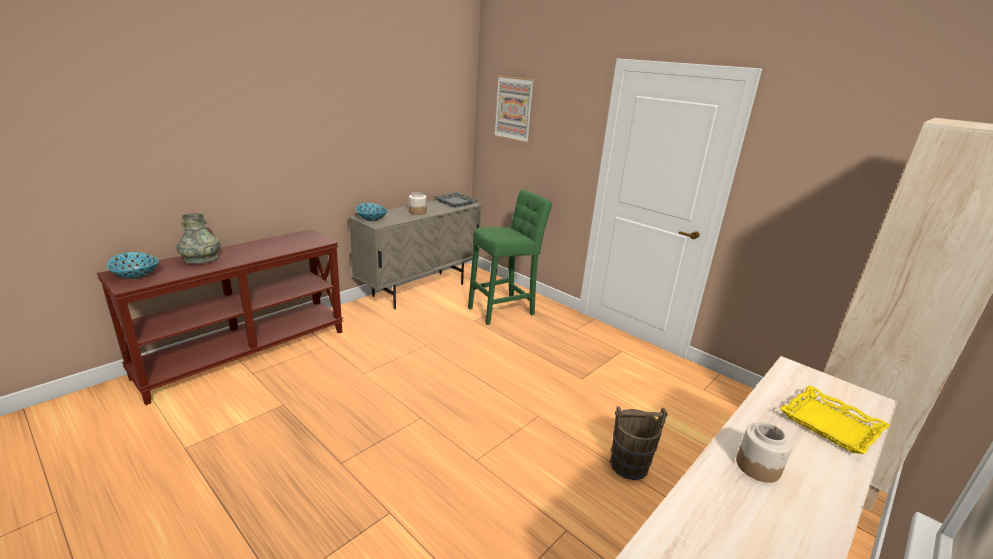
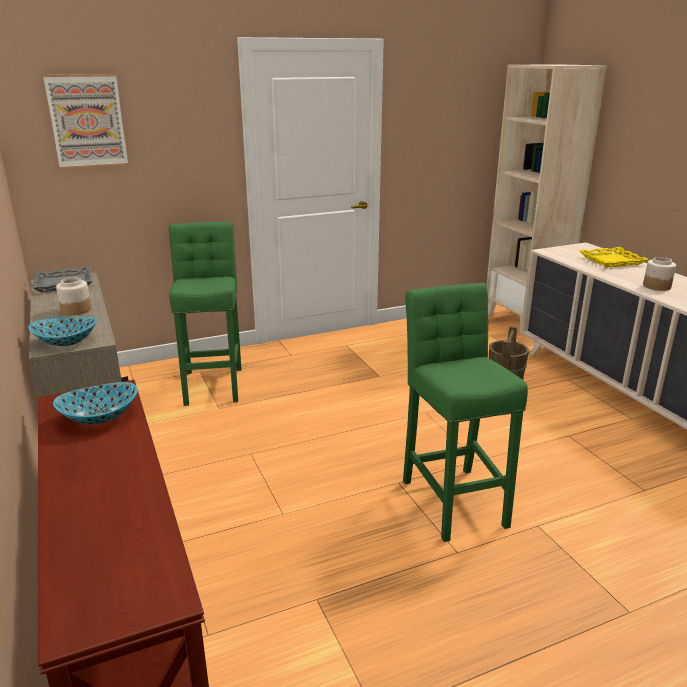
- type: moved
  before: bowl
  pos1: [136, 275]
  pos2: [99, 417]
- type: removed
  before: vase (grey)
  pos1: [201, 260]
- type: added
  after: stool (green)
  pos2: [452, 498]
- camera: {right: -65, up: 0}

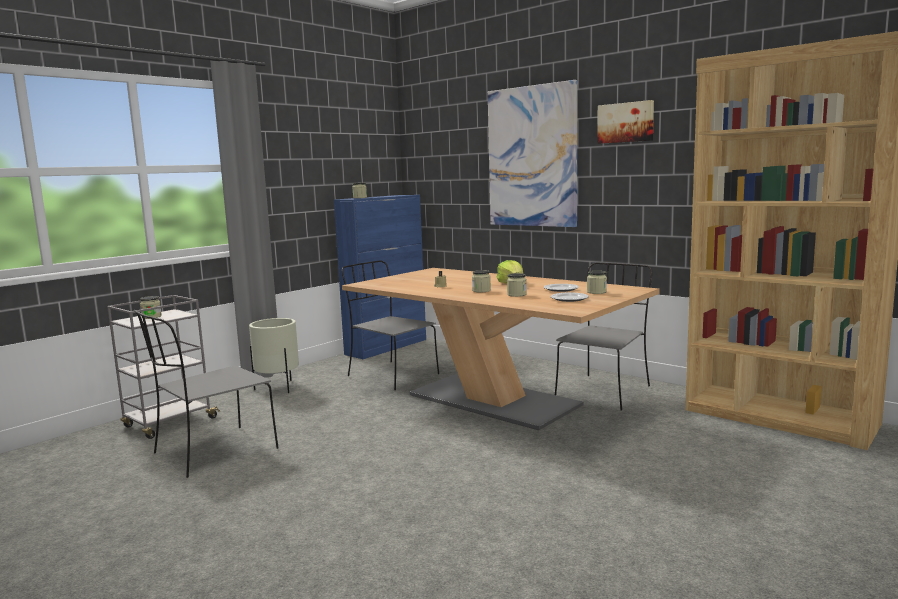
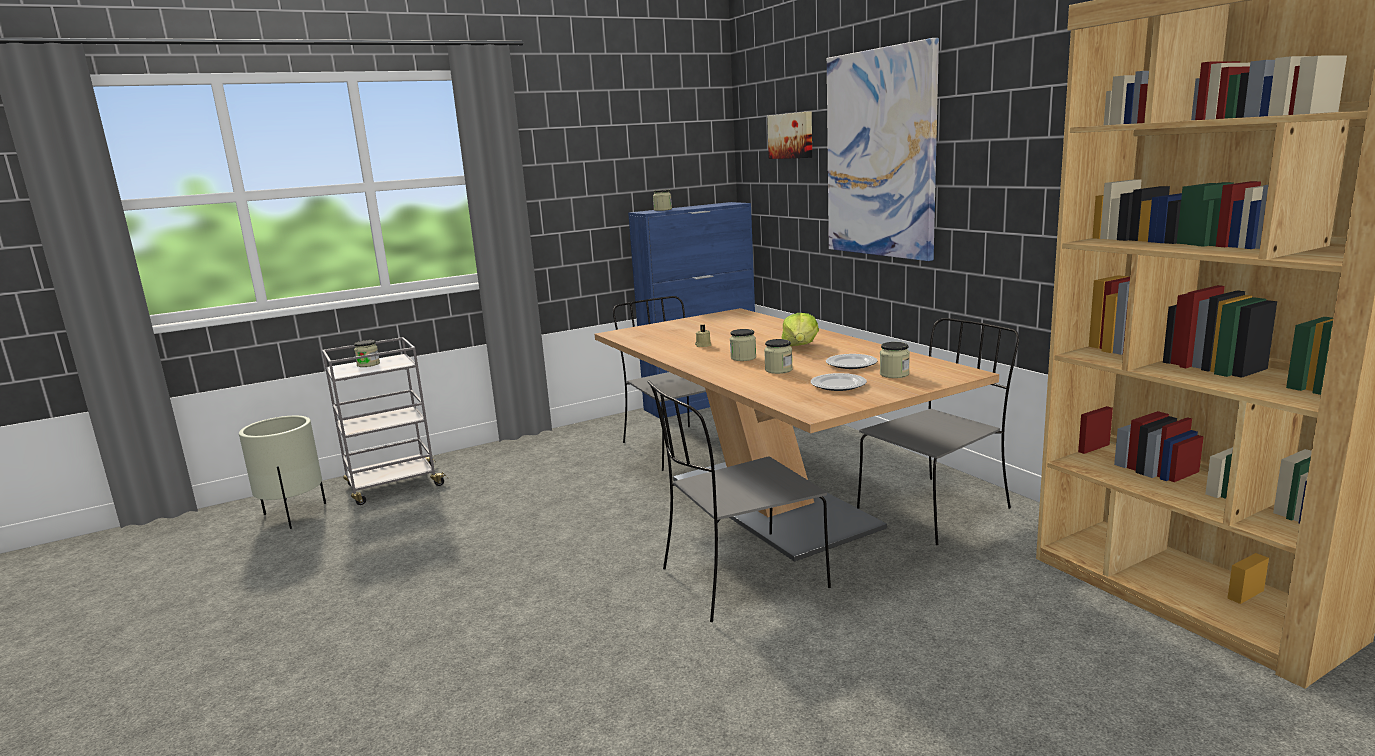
- type: moved
  before: chair (grey)
  pos1: [213, 452]
  pos2: [740, 579]
- type: moved
  before: planter (beige)
  pos1: [278, 387]
  pos2: [294, 515]
- type: moved
  before: picture
  pos1: [626, 122]
  pos2: [791, 135]
- camera: {right: 20, up: 5}

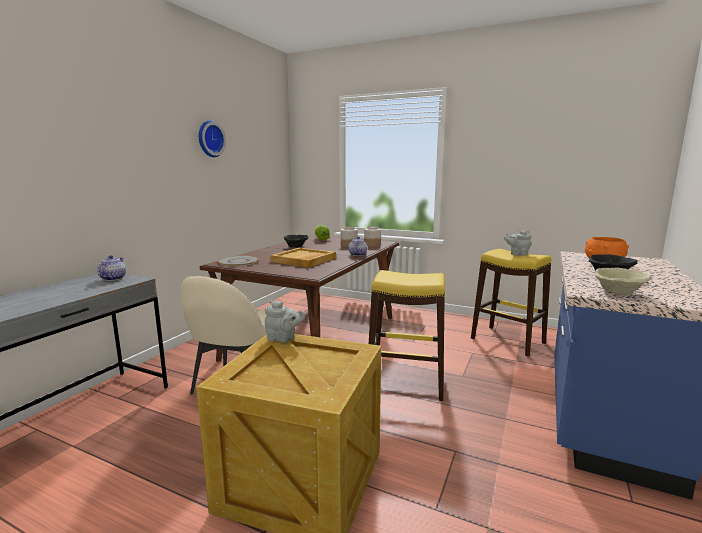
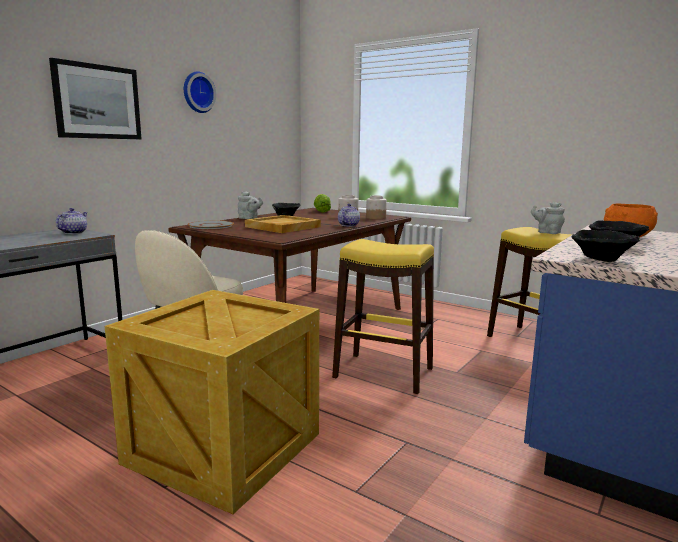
- type: moved
  before: teapot (grey)
  pos1: [283, 339]
  pos2: [249, 218]
- type: recoloured
  before: bowl (beige)
  after: bowl (black)
  pos1: [619, 293]
  pos2: [601, 260]
- type: added
  after: picture
  pos2: [97, 102]
- camera: {right: 10, up: 0}

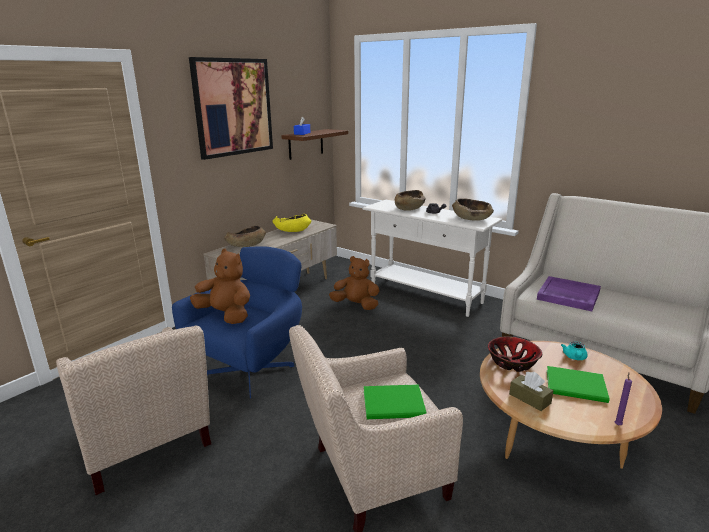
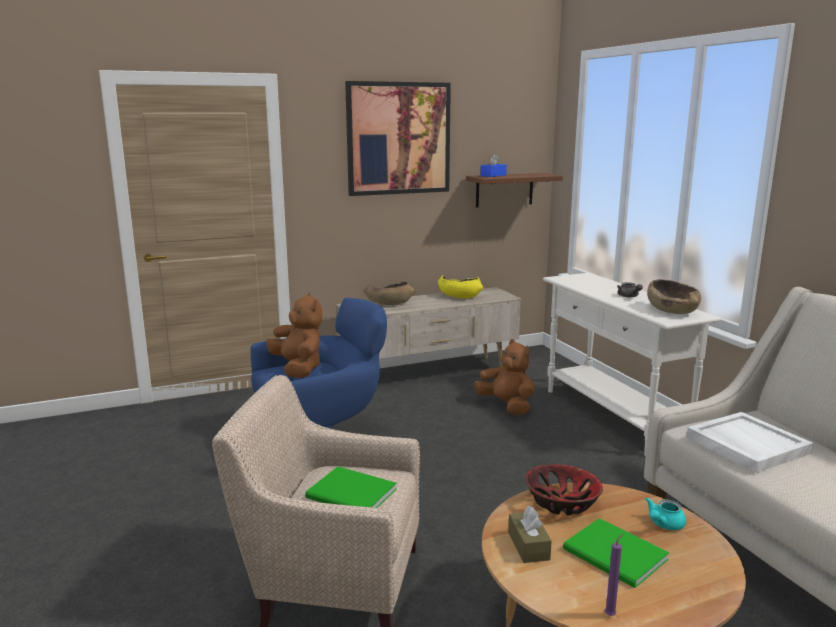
- type: removed
  before: armchair (beige)
  pos1: [145, 447]
- type: removed
  before: bowl (brown)
  pos1: [409, 208]
- type: recoloured
  before: tray (purple)
  after: tray (white)
  pos1: [567, 296]
  pos2: [746, 445]
- camera: {right: 30, up: -5}

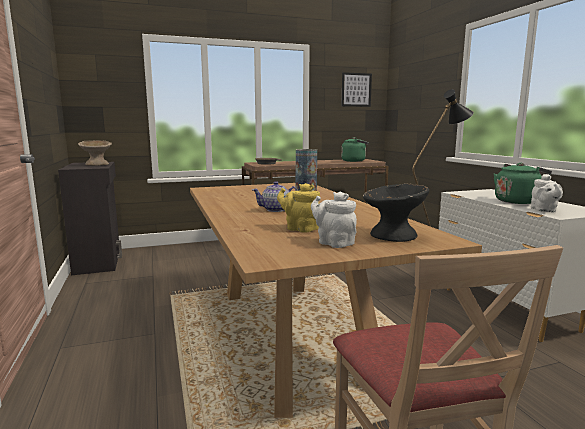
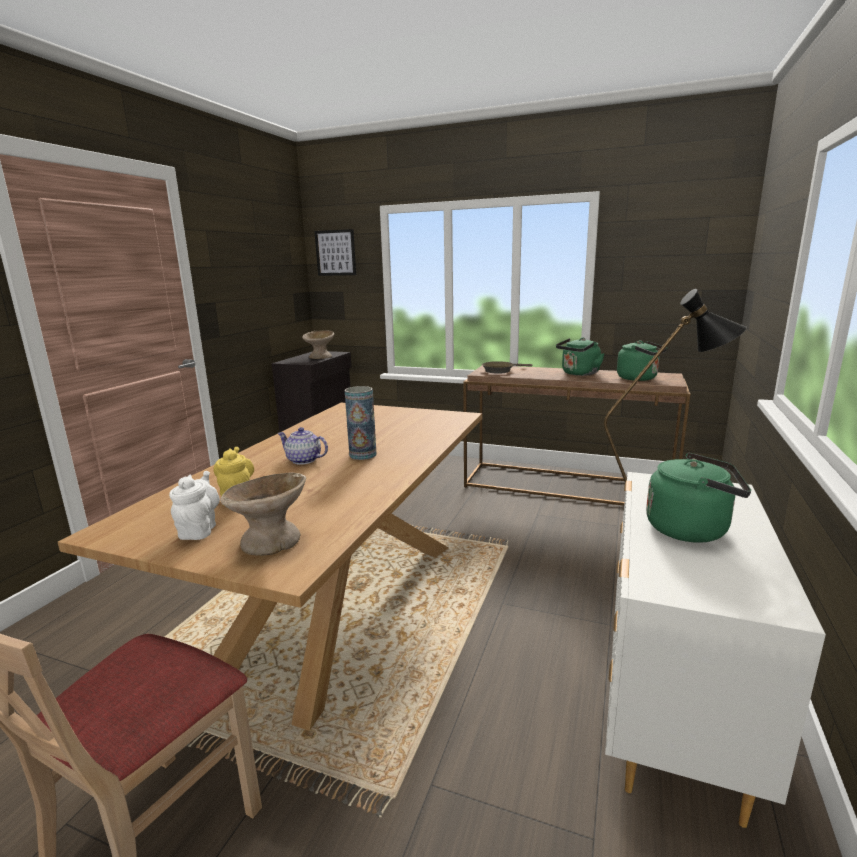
- type: moved
  before: picture
  pos1: [356, 90]
  pos2: [335, 253]
- type: recoloured
  before: bowl (black)
  after: bowl (beige)
  pos1: [393, 235]
  pos2: [270, 541]
- type: removed
  before: teapot (white)
  pos1: [544, 210]
- type: added
  after: kettle (green)
  pos2: [578, 374]
- camera: {right: 40, up: 5}

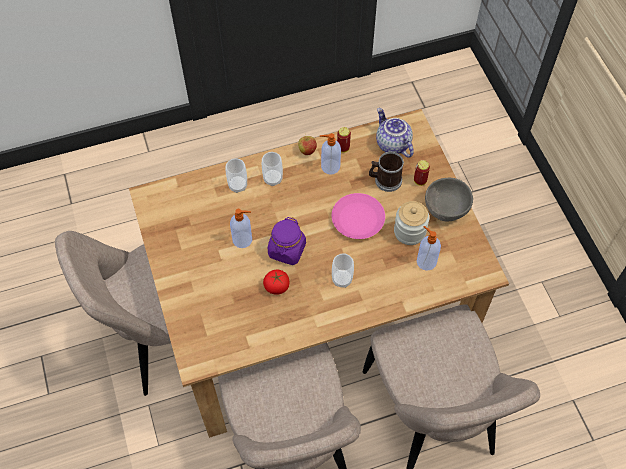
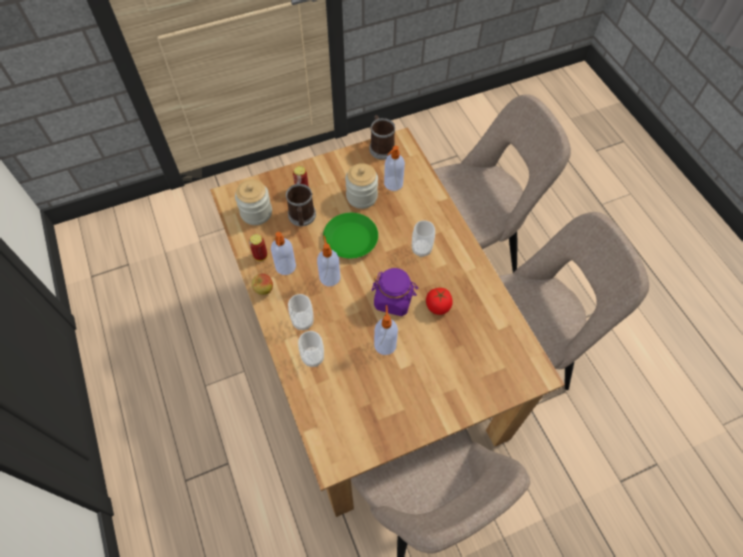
- type: recoloured
  before: plate (pink)
  after: plate (green)
  pos1: [358, 219]
  pos2: [350, 238]
- type: replaced
  before: teapot
  after: jar
  pos1: [392, 144]
  pos2: [256, 213]
- type: removed
  before: bowl (grey)
  pos1: [445, 209]
- type: added
  after: soap dispenser
  pos2: [329, 277]
- type: added
  after: mug
  pos2: [381, 147]
- camera: {right: -95, up: 0}

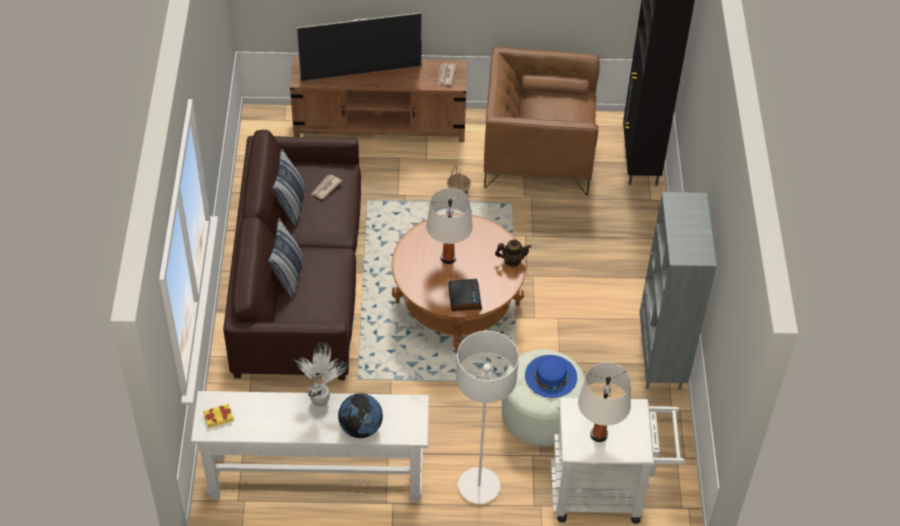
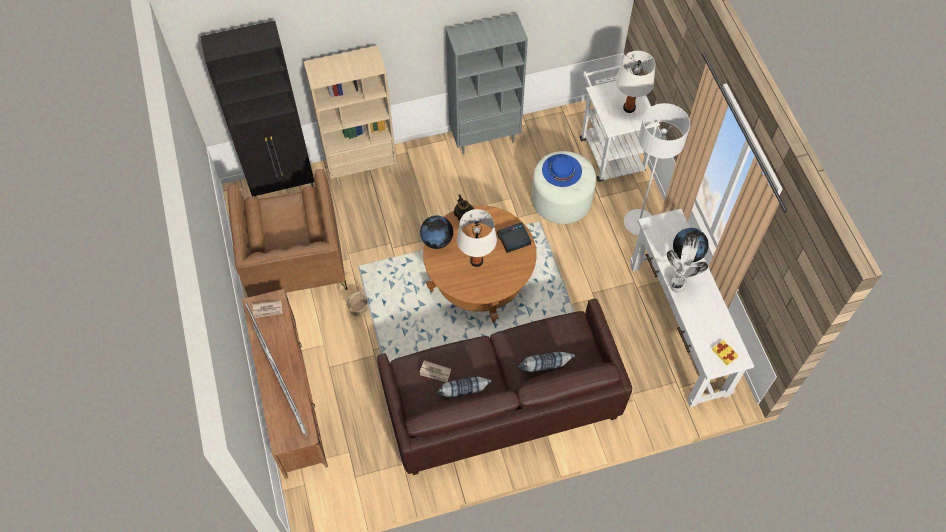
- type: added
  after: bookcase (beige)
  pos2: [362, 167]
- type: added
  after: globe
  pos2: [437, 240]
- camera: {right: -105, up: 10}

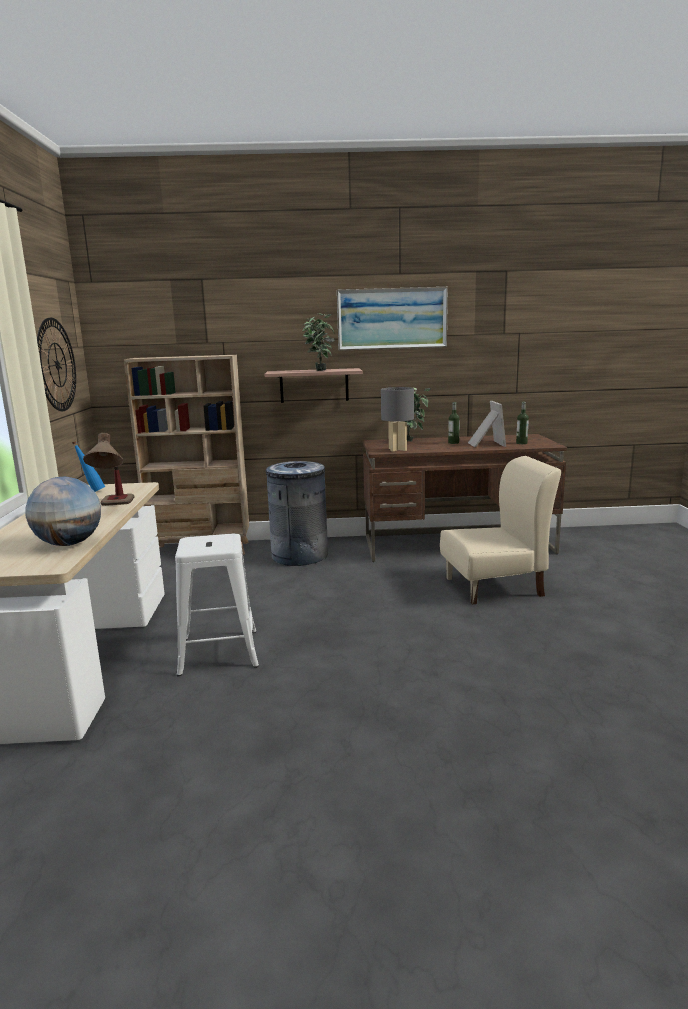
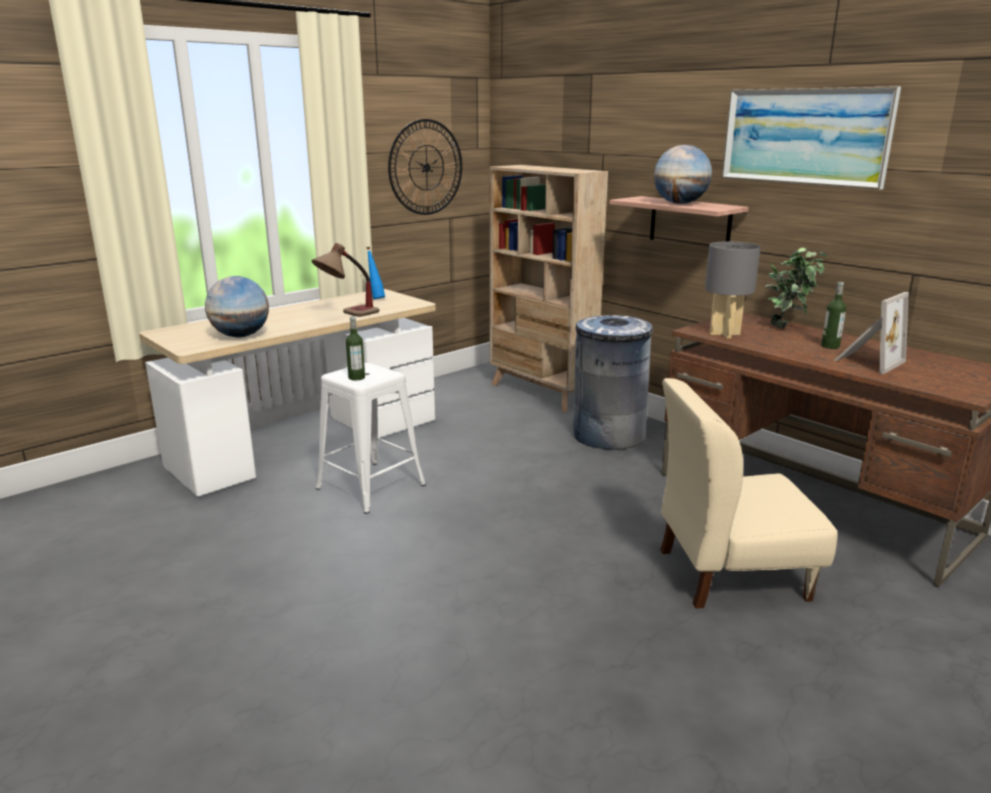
- type: replaced
  before: potted plant
  after: globe
  pos1: [319, 370]
  pos2: [680, 203]
- type: turned
  before: chair (beige)
  pos1: [494, 587]
  pos2: [730, 573]
  turn: 135
- type: moved
  before: bottle
  pos1: [521, 443]
  pos2: [356, 377]
- camera: {right: 50, up: 5}

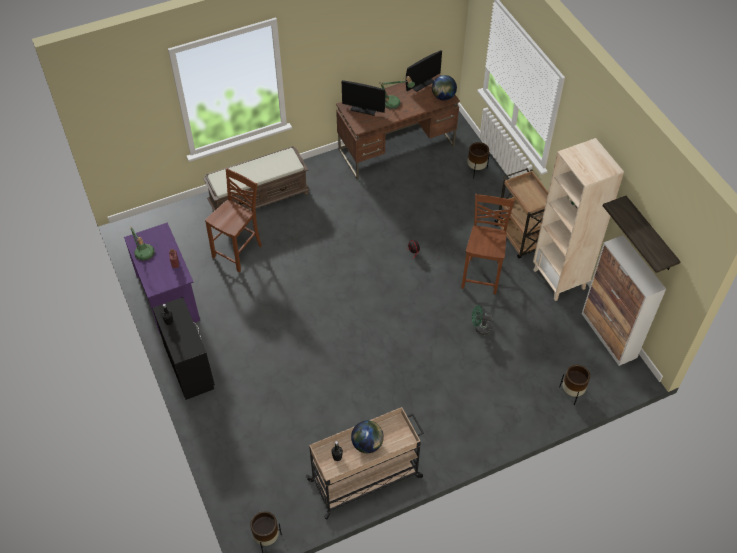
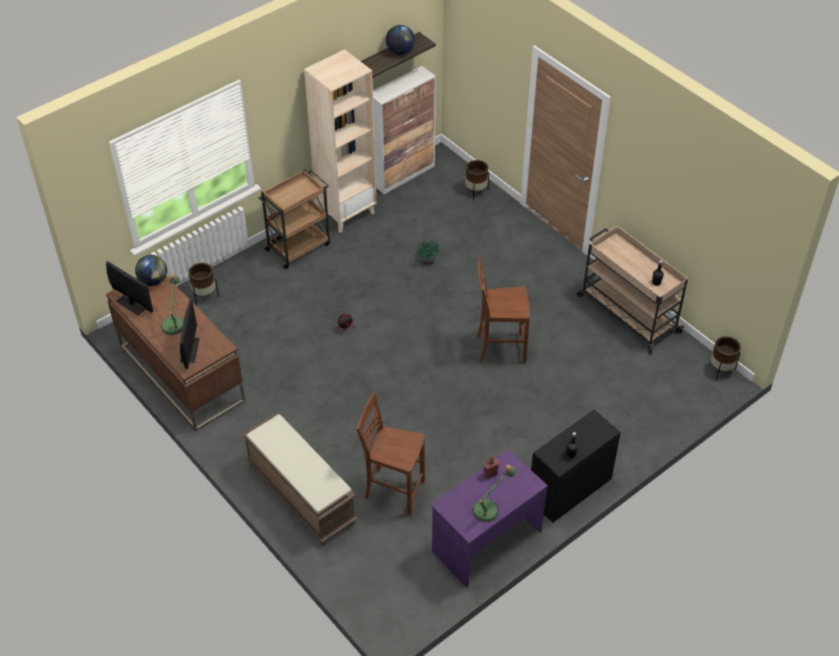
- type: moved
  before: globe
  pos1: [367, 444]
  pos2: [400, 51]
- type: moved
  before: chair (brown)
  pos1: [482, 275]
  pos2: [499, 348]
- camera: {right: -105, up: -5}

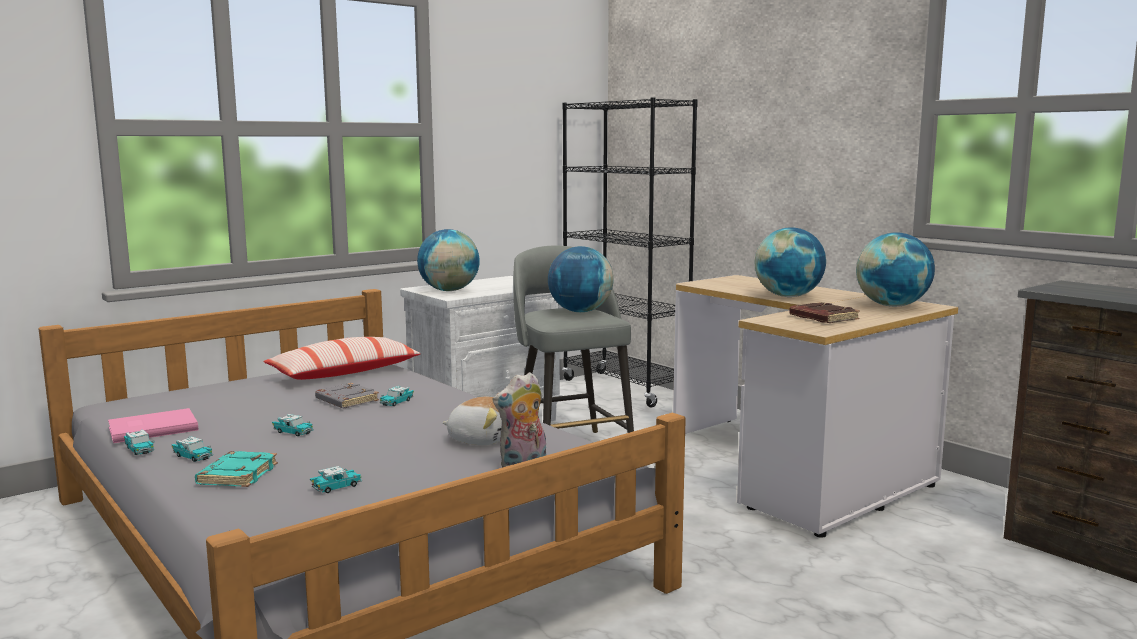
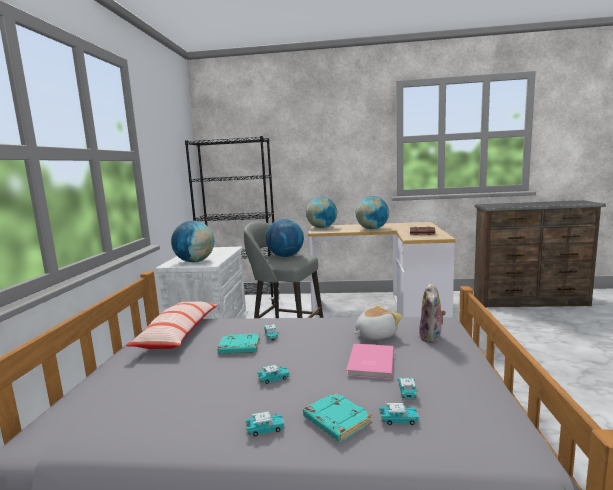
- type: moved
  before: book (pink)
  pos1: [151, 428]
  pos2: [369, 363]
- type: moved
  before: toy car
  pos1: [139, 449]
  pos2: [399, 420]
- type: recoloured
  before: book (grey)
  after: book (turquoise)
  pos1: [346, 401]
  pos2: [239, 348]
- type: moved
  before: globe
  pos1: [892, 306]
  pos2: [322, 228]
- camera: {right: -45, up: 0}

